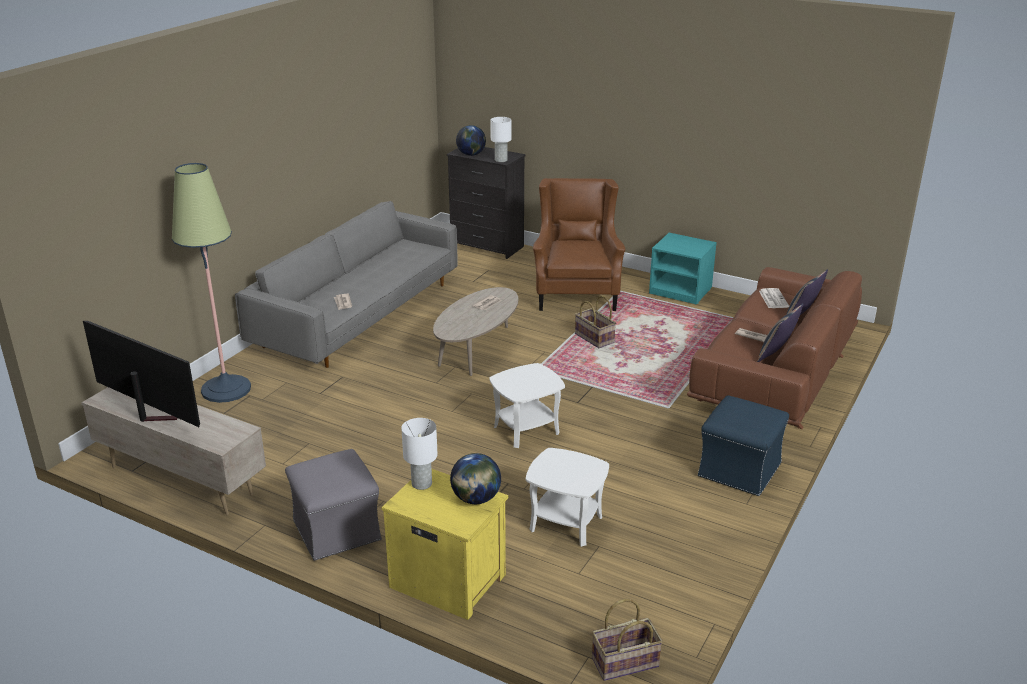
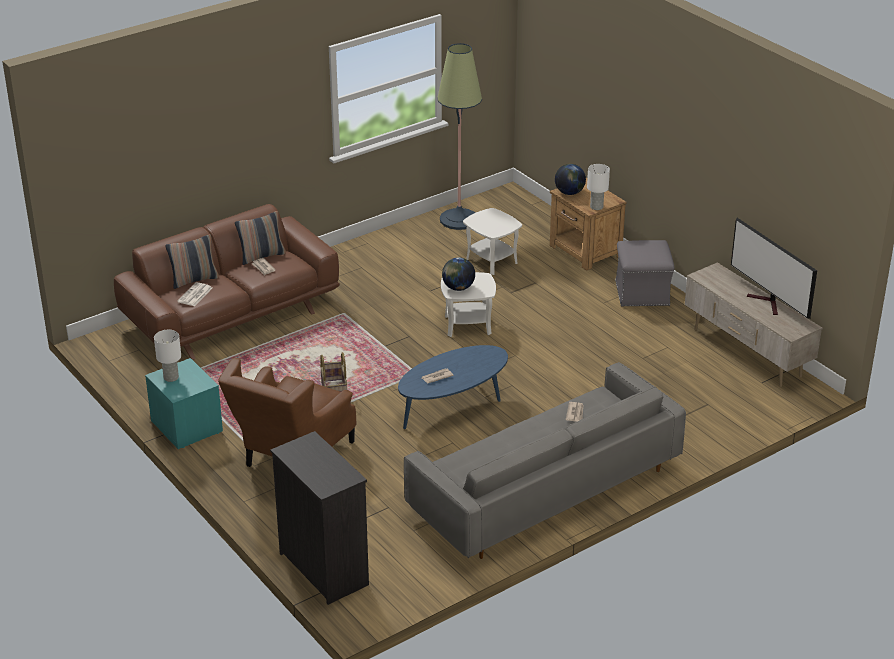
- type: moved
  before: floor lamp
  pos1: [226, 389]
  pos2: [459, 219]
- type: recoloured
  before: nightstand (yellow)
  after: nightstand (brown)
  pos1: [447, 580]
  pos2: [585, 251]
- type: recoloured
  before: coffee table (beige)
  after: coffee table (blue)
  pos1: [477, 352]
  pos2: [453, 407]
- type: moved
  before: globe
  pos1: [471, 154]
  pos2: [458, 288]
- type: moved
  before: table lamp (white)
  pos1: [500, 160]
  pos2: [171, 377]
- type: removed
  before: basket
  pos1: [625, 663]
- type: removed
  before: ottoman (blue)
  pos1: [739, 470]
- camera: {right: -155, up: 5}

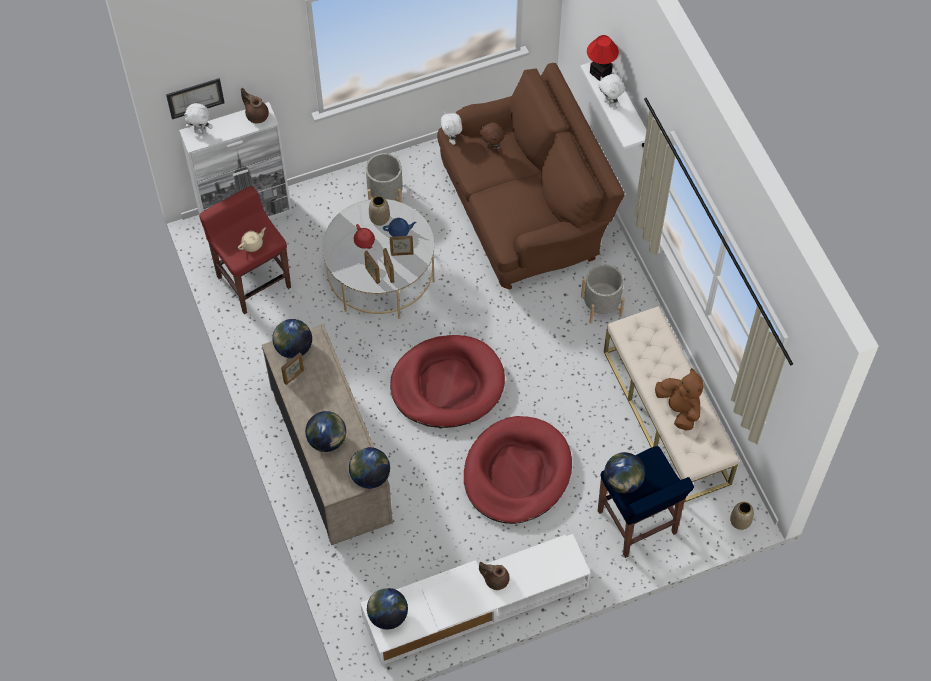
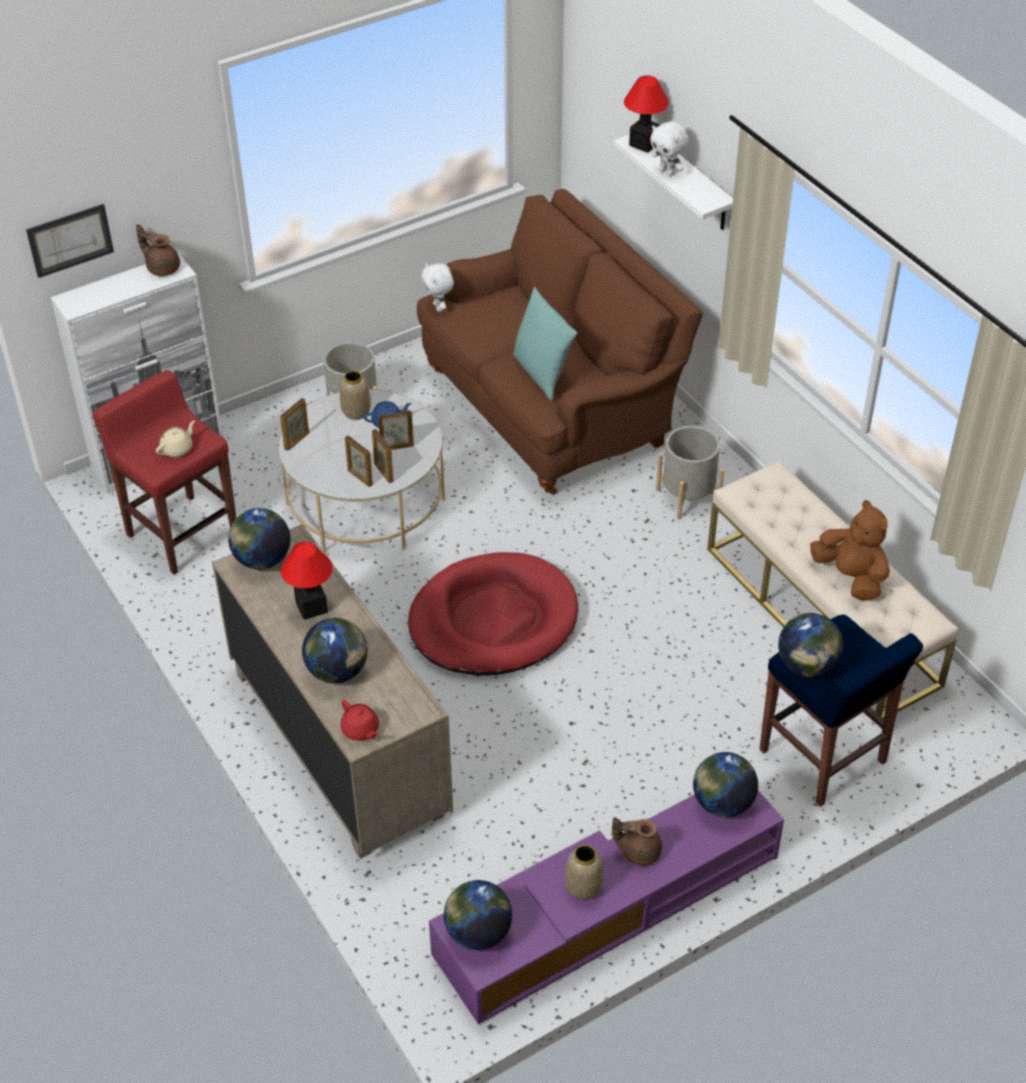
- type: removed
  before: plush toy (white)
  pos1: [200, 131]
- type: moved
  before: picture frame
  pos1: [294, 376]
  pos2: [297, 441]
- type: moved
  before: globe
  pos1: [370, 476]
  pos2: [722, 803]
- type: moved
  before: teapot (red)
  pos1: [364, 242]
  pos2: [360, 730]
- type: recoloured
  before: tv stand (white)
  after: tv stand (purple)
  pos1: [475, 602]
  pos2: [608, 906]
- type: removed
  before: dog bed (red)
  pos1: [517, 472]
- type: removed
  before: plush toy (brown)
  pos1: [492, 148]
- type: moved
  before: vase
  pos1: [740, 521]
  pos2: [583, 887]
- type: added
  after: table lamp
  pos2: [311, 607]
- type: added
  after: pillow (turquoise)
  pos2: [542, 374]
- camera: {right: -10, up: -15}

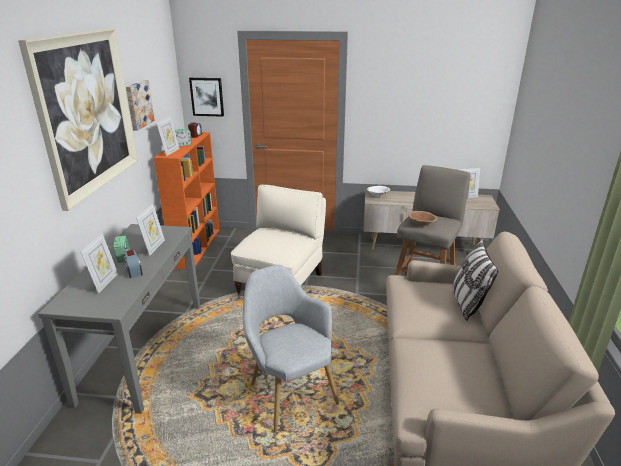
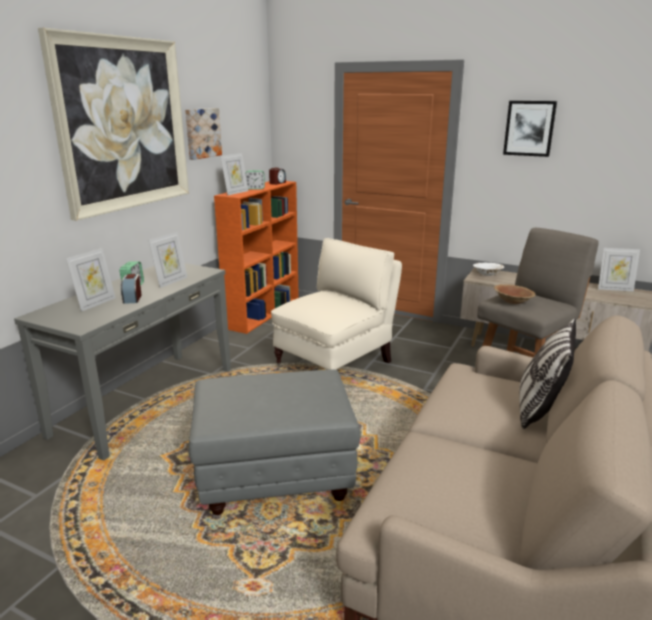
- type: moved
  before: picture
  pos1: [207, 97]
  pos2: [529, 128]
- type: replaced
  before: armchair (grey)
  after: ottoman (grey)
  pos1: [288, 391]
  pos2: [275, 477]
- camera: {right: 20, up: -5}

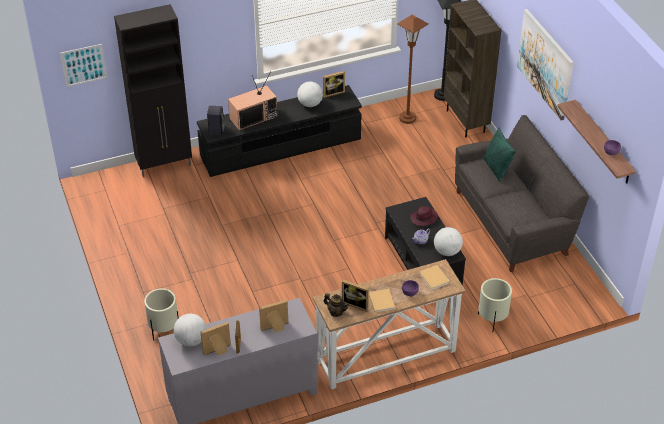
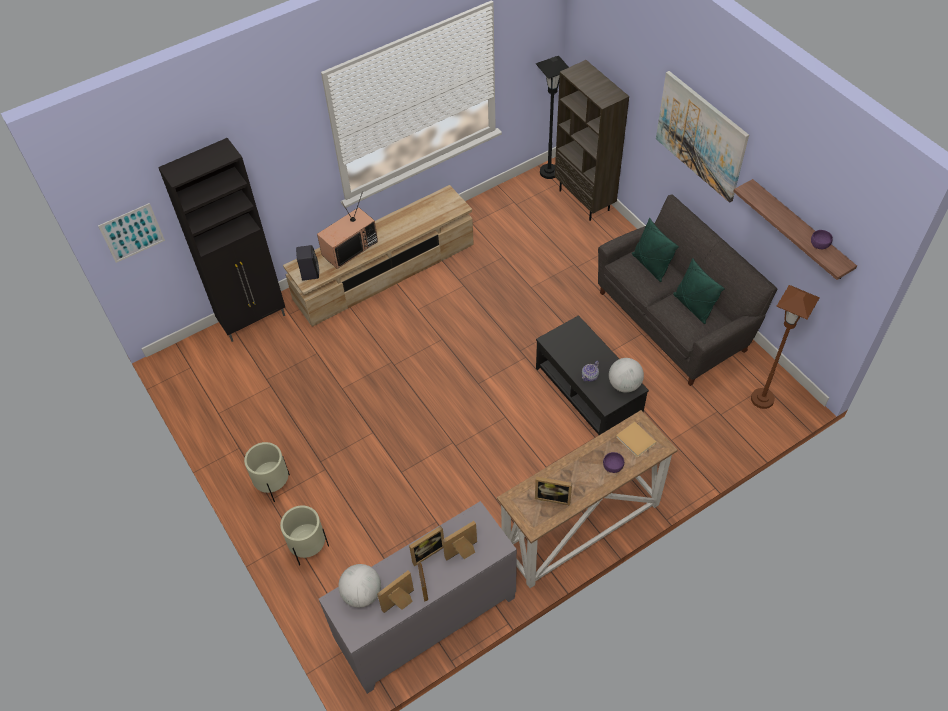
- type: recoloured
  before: tv stand (black)
  after: tv stand (beige)
  pos1: [281, 148]
  pos2: [384, 272]
- type: removed
  before: globe
  pos1: [310, 104]
- type: moved
  before: picture frame
  pos1: [333, 92]
  pos2: [426, 551]
- type: removed
  before: teapot
  pos1: [336, 312]
- type: removed
  before: book (beige)
  pos1: [381, 301]
- type: moved
  before: floor lamp (brown)
  pos1: [407, 118]
  pos2: [762, 399]
- type: removed
  before: hat (purple)
  pos1: [423, 218]
- type: moved
  before: planter (beige)
  pos1: [492, 320]
  pos2: [273, 485]
- type: added
  after: pillow (green)
  pos2: [693, 306]
- camera: {right: -10, up: 10}

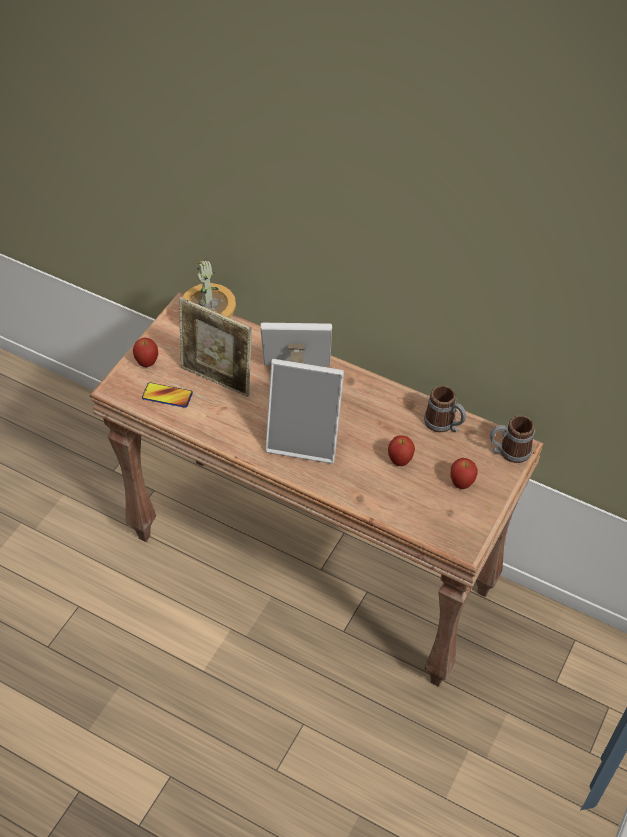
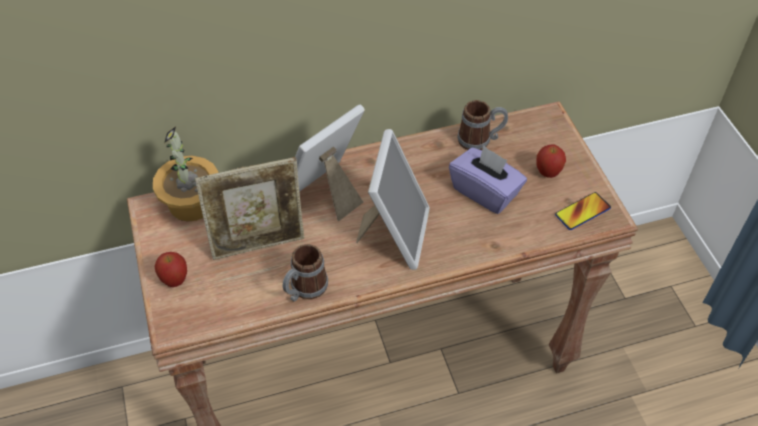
- type: moved
  before: phone
  pos1: [167, 396]
  pos2: [582, 211]
- type: turned
  before: picture frame
  pos1: [305, 439]
  pos2: [394, 234]
  turn: -45
- type: replaced
  before: apple
  after: tissue box (purple)
  pos1: [400, 461]
  pos2: [485, 192]
- type: moved
  before: mug
  pos1: [508, 451]
  pos2: [304, 290]
- camera: {right: -45, up: 0}

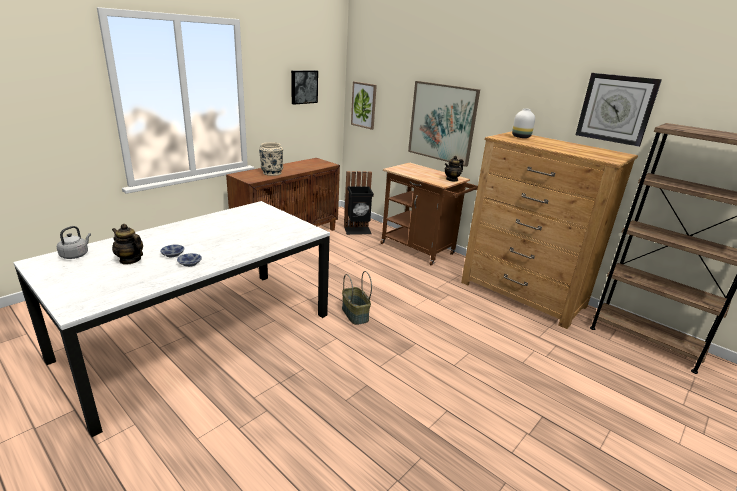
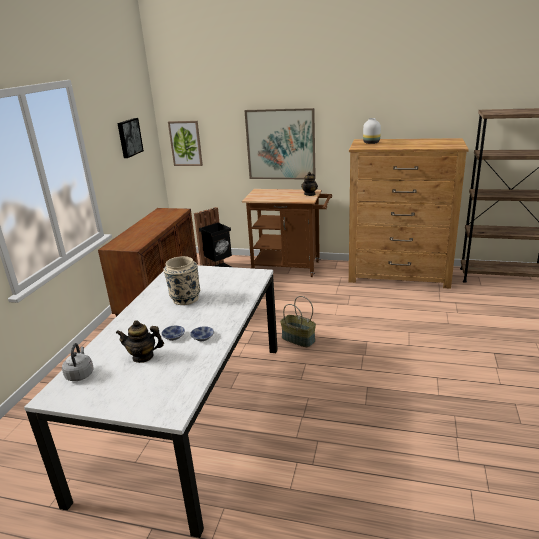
- type: moved
  before: vase (beige)
  pos1: [271, 173]
  pos2: [185, 299]
- type: removed
  before: wall clock
  pos1: [616, 109]
- camera: {right: -25, up: 0}

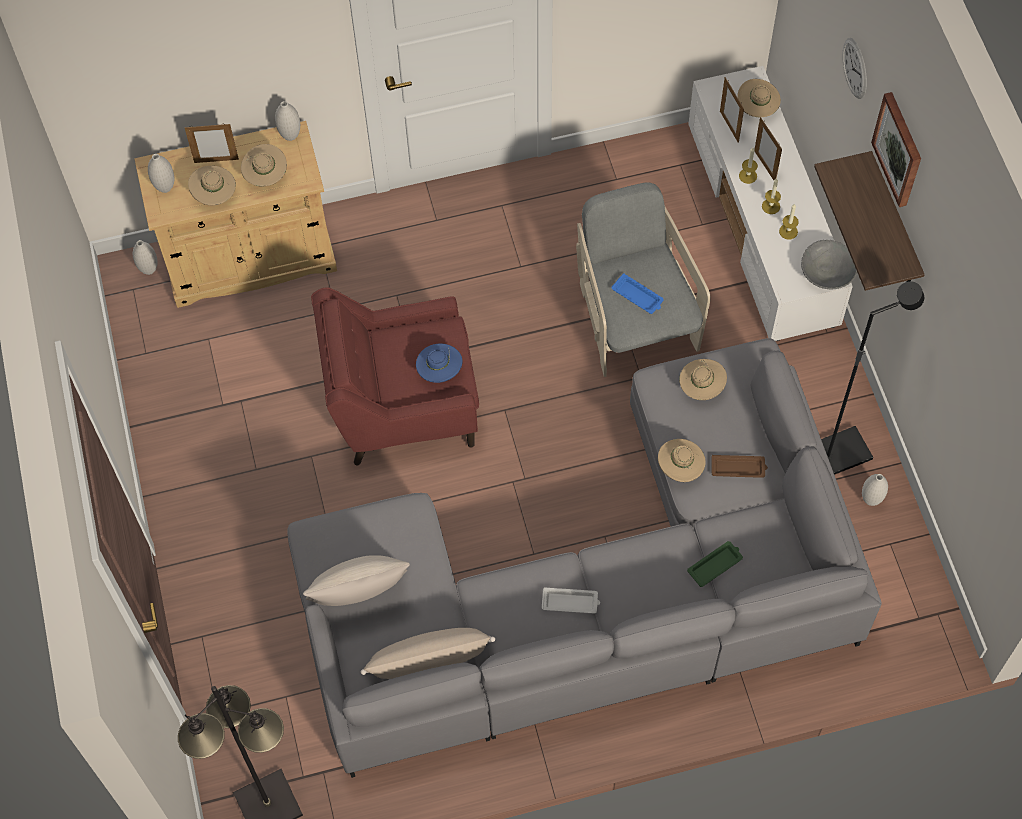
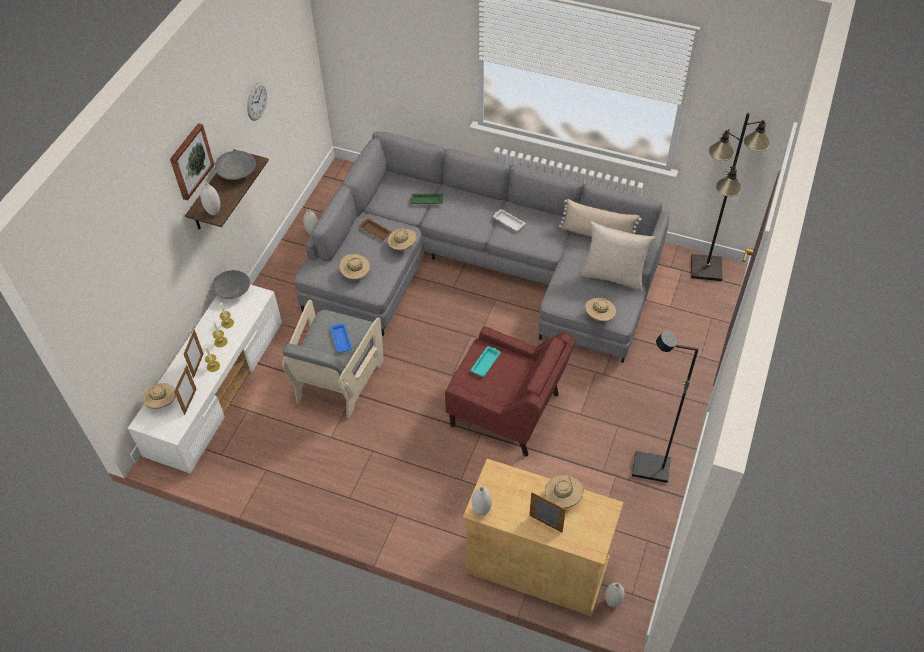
- type: moved
  before: vase (white)
  pos1: [165, 187]
  pos2: [214, 212]
- type: moved
  before: hat (beige)
  pos1: [265, 176]
  pos2: [599, 316]
- type: replaced
  before: hat (blue)
  after: tray (turquoise)
  pos1: [439, 371]
  pos2: [486, 362]
- type: moved
  before: floor lamp (black)
  pos1: [841, 451]
  pos2: [650, 469]
- type: moved
  before: wall clock
  pos1: [855, 68]
  pos2: [256, 101]
- type: added
  after: bowl (grey)
  pos2: [237, 173]
- camera: {right: -145, up: -10}

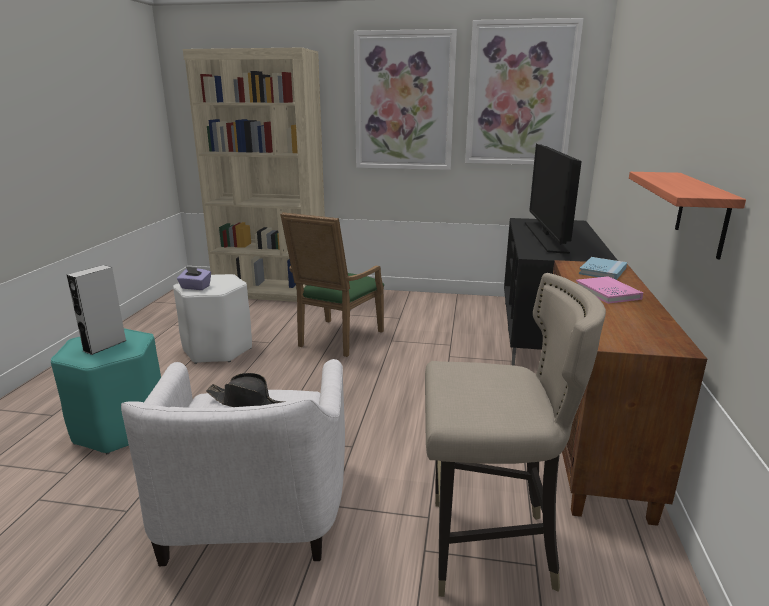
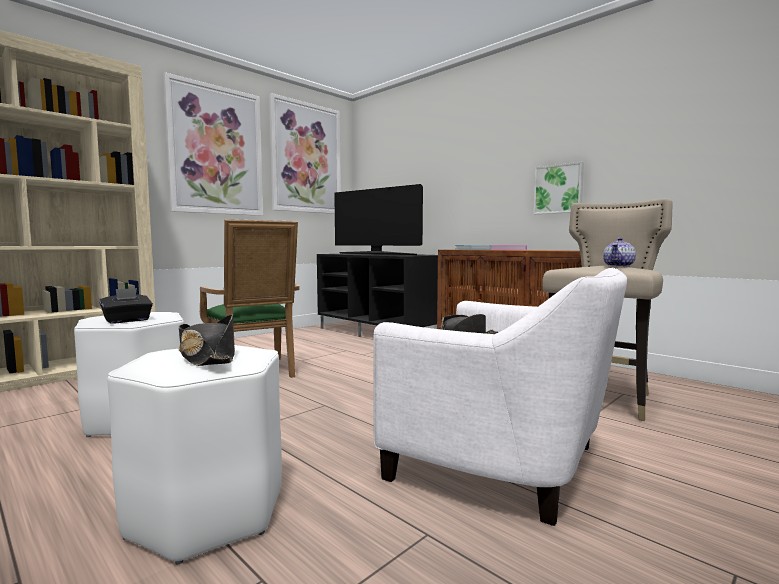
- type: recoloured
  before: stool (turquoise)
  after: stool (white)
  pos1: [121, 427]
  pos2: [207, 512]
- type: replaced
  before: speaker (grey)
  after: hat (black)
  pos1: [105, 345]
  pos2: [208, 357]
- type: recoloured
  before: tissue box (purple)
  after: tissue box (black)
  pos1: [195, 287]
  pos2: [127, 320]
- type: replaced
  before: shelf
  after: picture
  pos1: [702, 213]
  pos2: [558, 189]
- type: added
  after: teapot
  pos2: [619, 266]
- camera: {right: -55, up: -15}

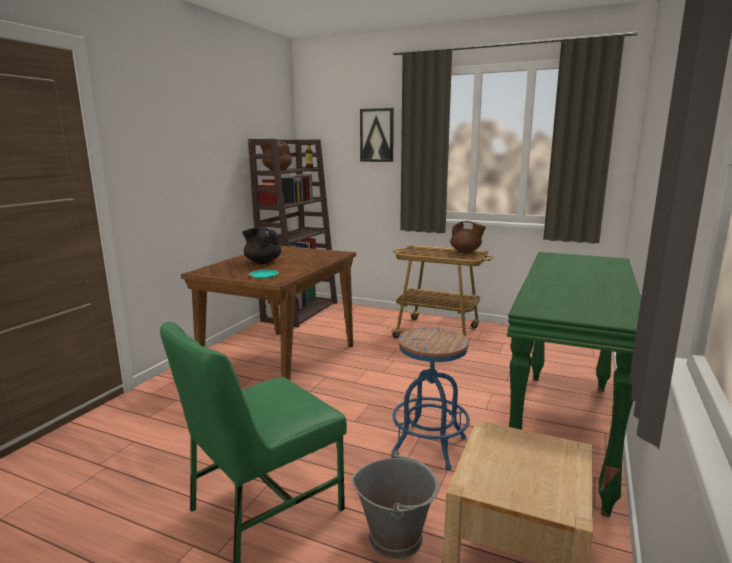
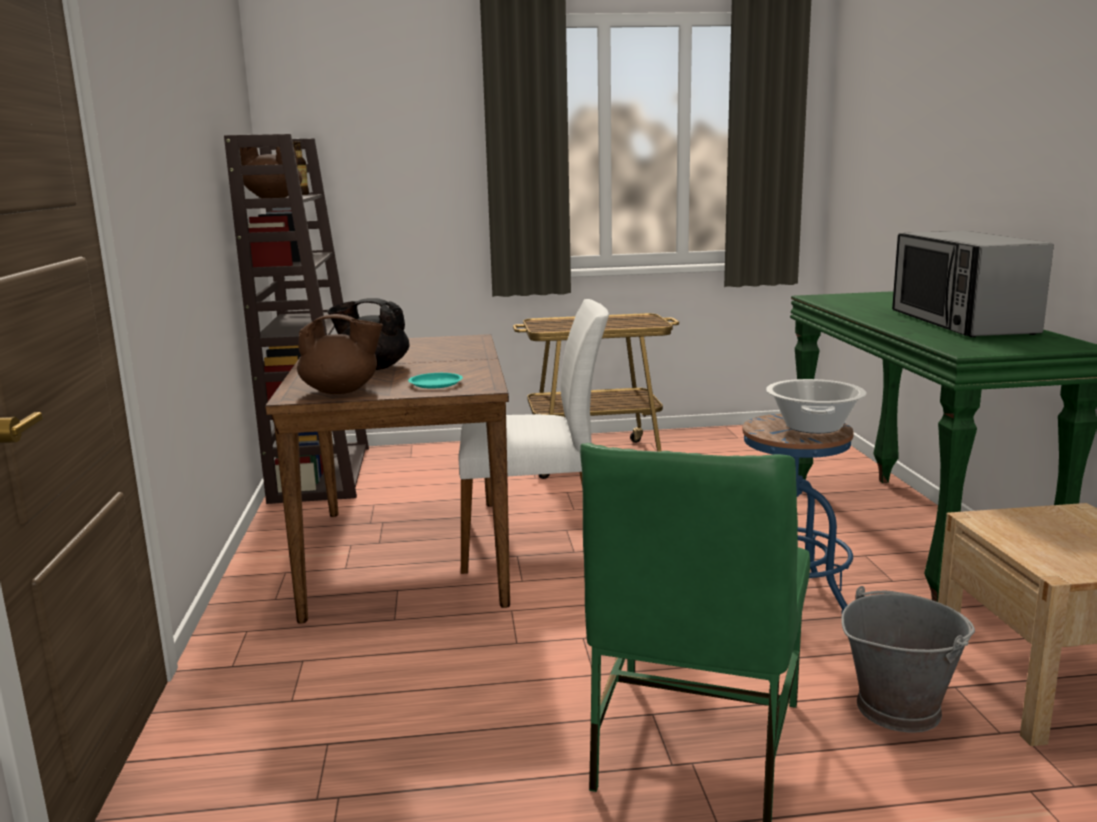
- type: removed
  before: picture
  pos1: [377, 135]
- type: moved
  before: teapot (brown)
  pos1: [466, 251]
  pos2: [341, 391]
- type: added
  after: chair (white)
  pos2: [534, 543]
- type: added
  after: cooking pot
  pos2: [814, 426]
- type: added
  after: microwave
  pos2: [961, 323]
- camera: {right: -30, up: 0}

